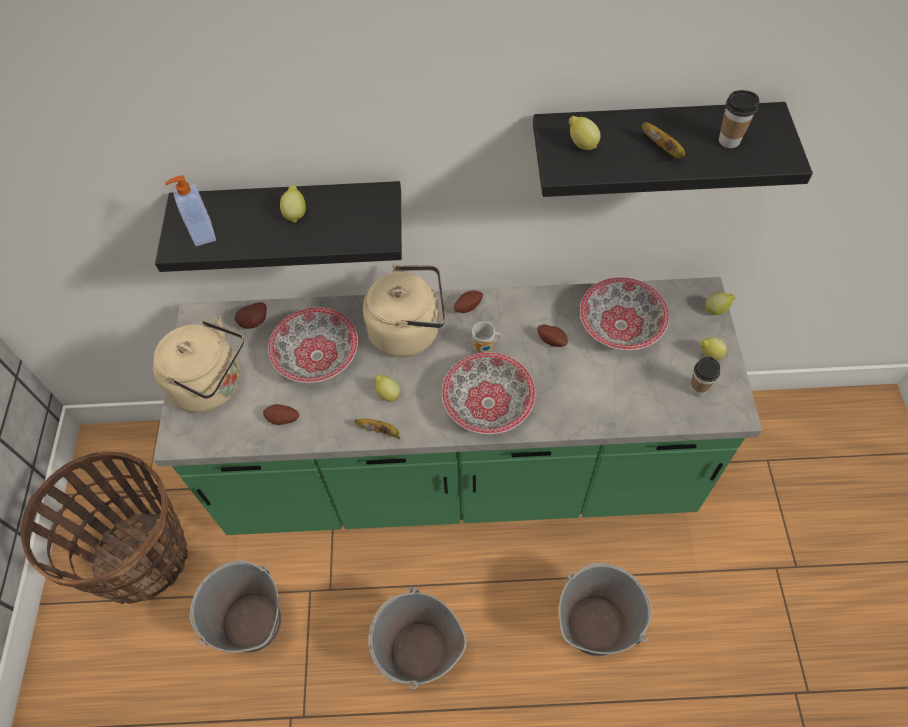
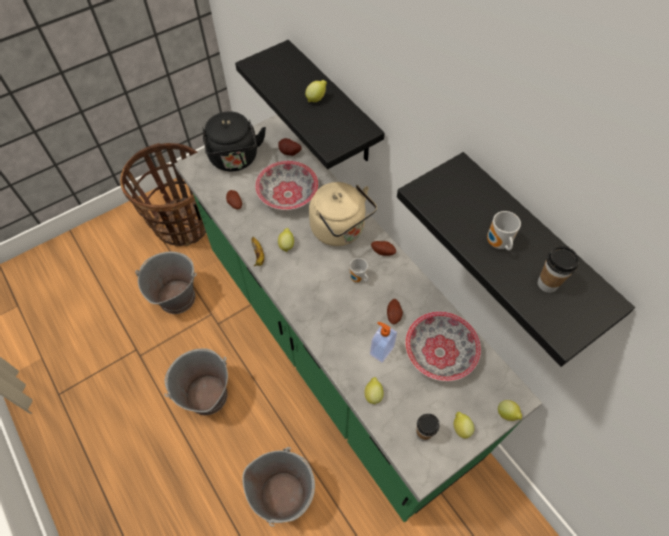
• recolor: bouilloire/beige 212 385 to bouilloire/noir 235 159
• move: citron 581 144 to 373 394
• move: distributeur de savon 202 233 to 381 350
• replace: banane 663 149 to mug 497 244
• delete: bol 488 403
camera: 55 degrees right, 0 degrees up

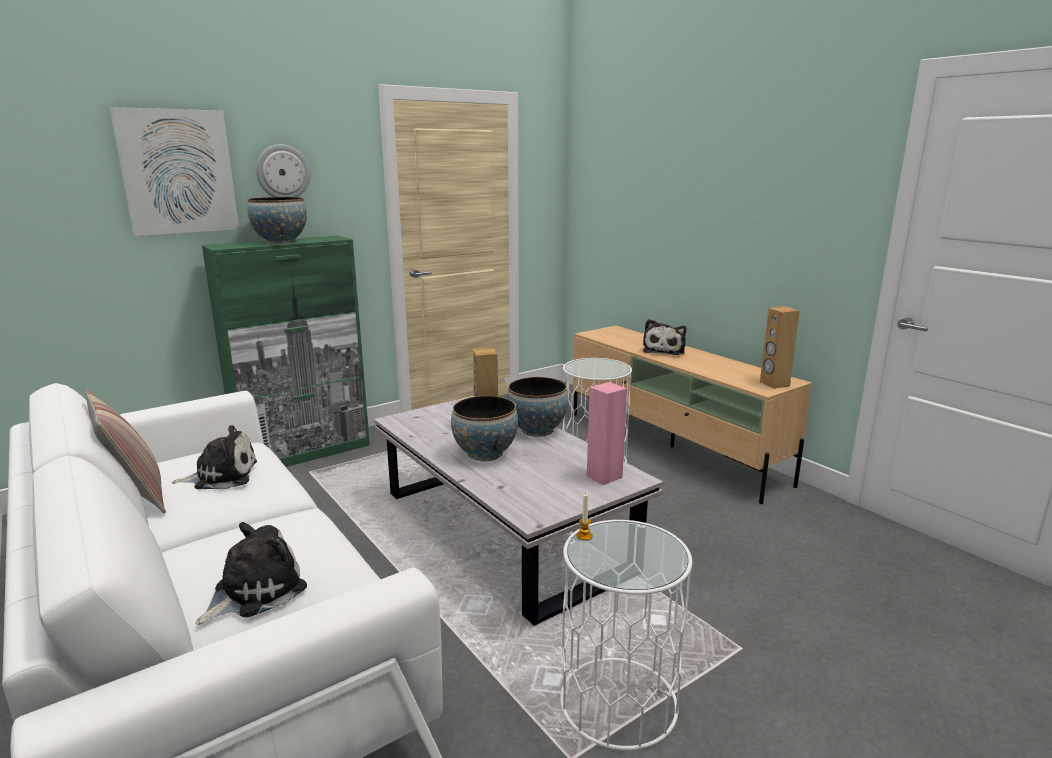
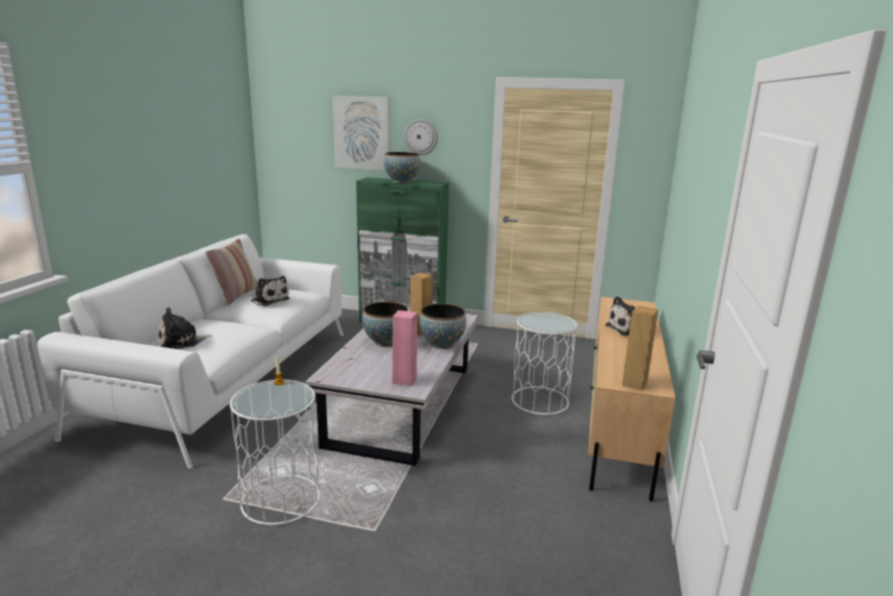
• rotate: peluche 254 591 = 182 341 150 degrees clockwise
camera: 50 degrees right, 0 degrees up

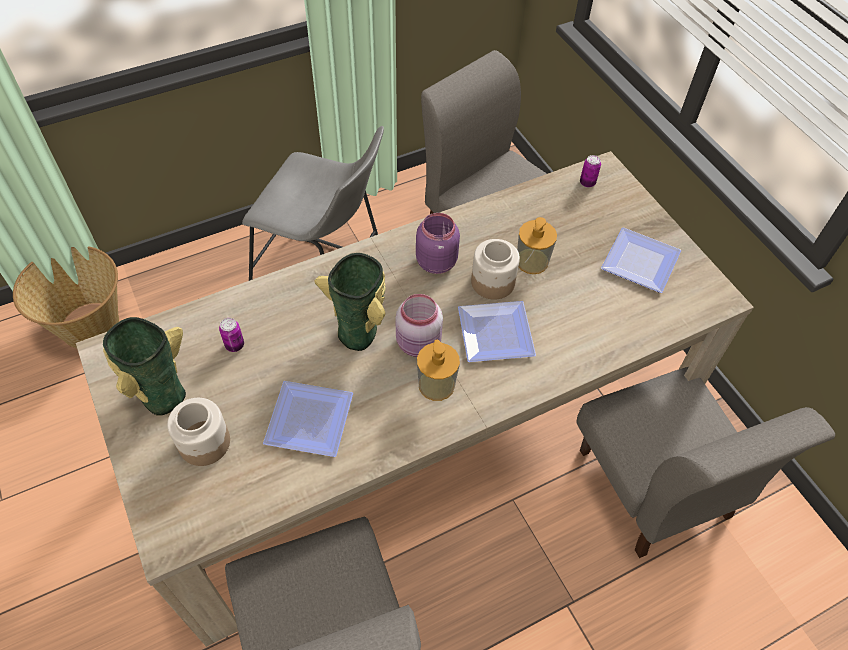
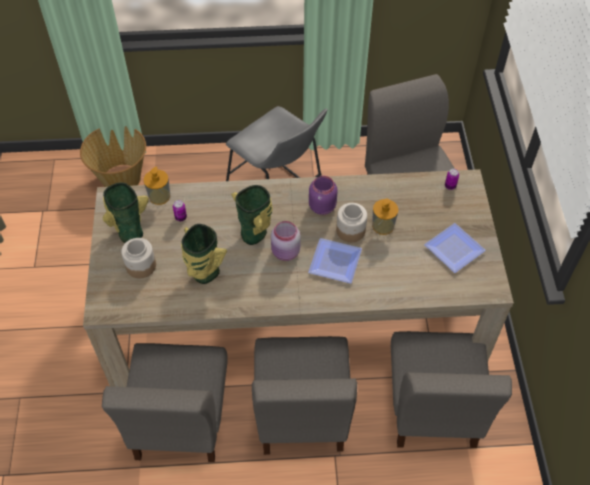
• move: distributeur de savon 436 385 to 159 196
• replace: assiette 312 418 to vase 204 273
• insert: chaise/gris 301 412
camera: 25 degrees right, 0 degrees up

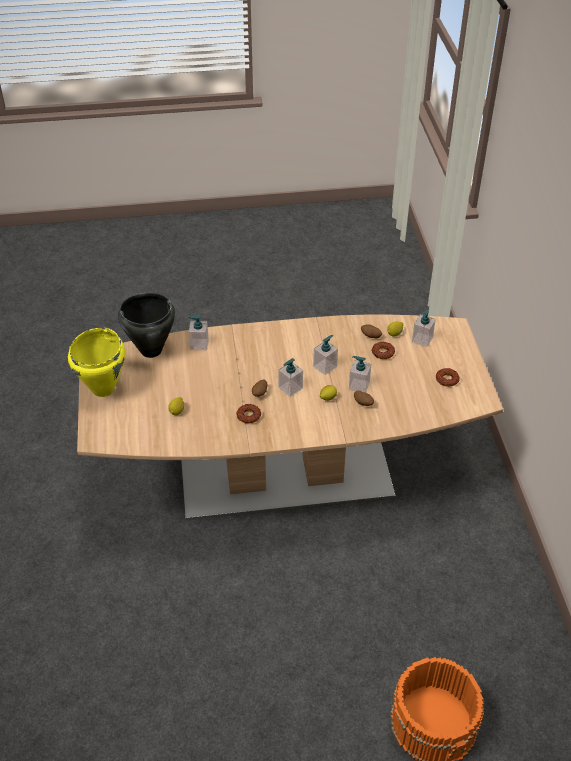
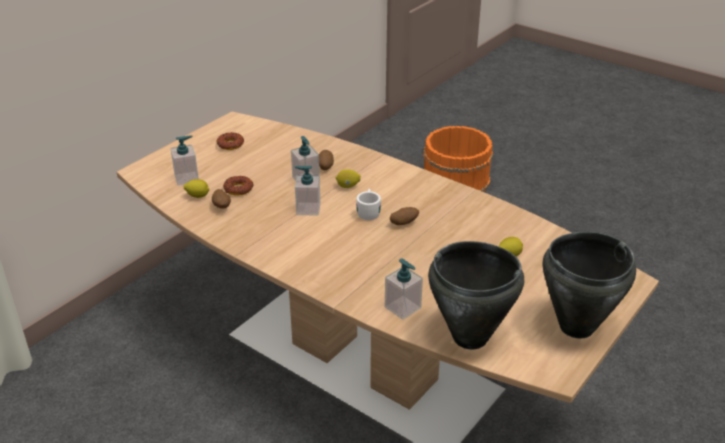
• replace: distributeur de savon 290 388 to mug/blanc 368 211
• recolor: marmite/jaune 104 389 to marmite/noir 575 326
• delete: beignet 248 416
camera: 135 degrees left, 10 degrees down

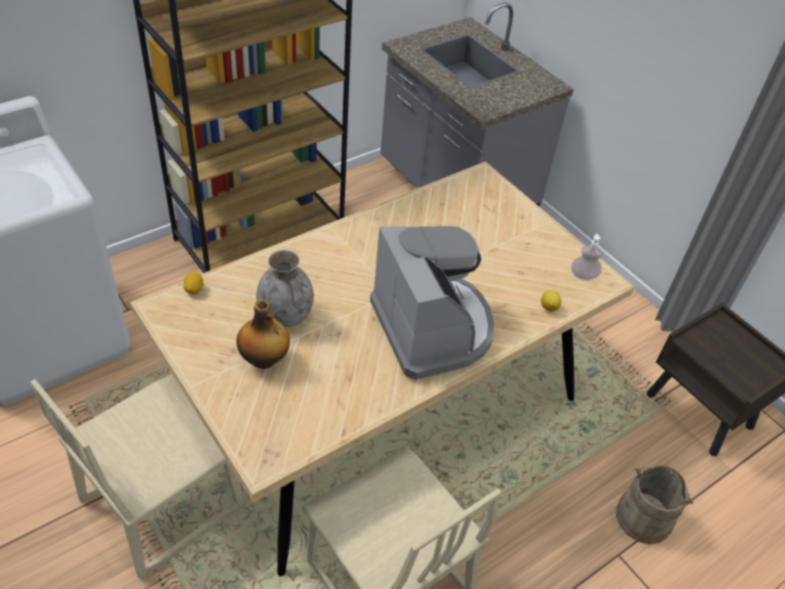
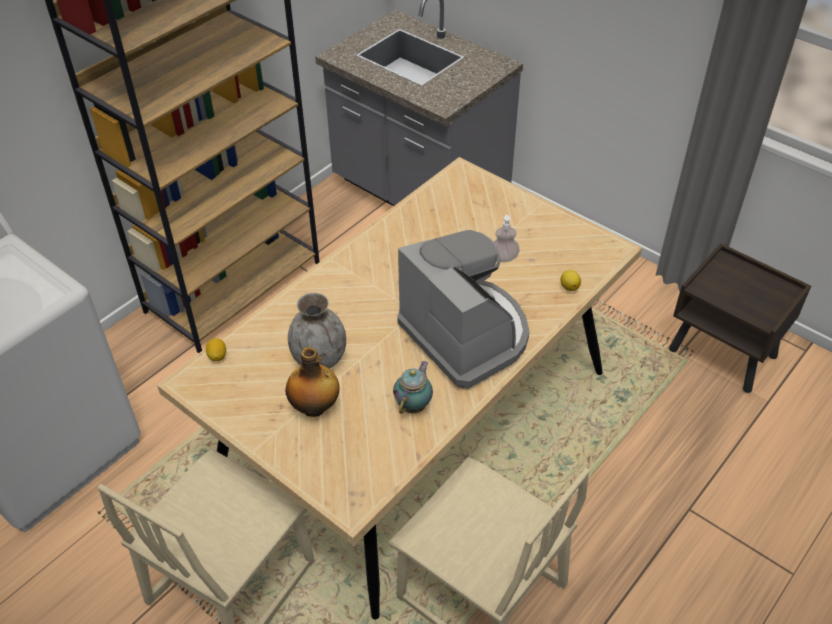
• insert: théière 414 405
• move: distributeur de savon 583 275 to 503 258
• delete: seau/beige 644 517
camera: 10 degrees left, 0 degrees up

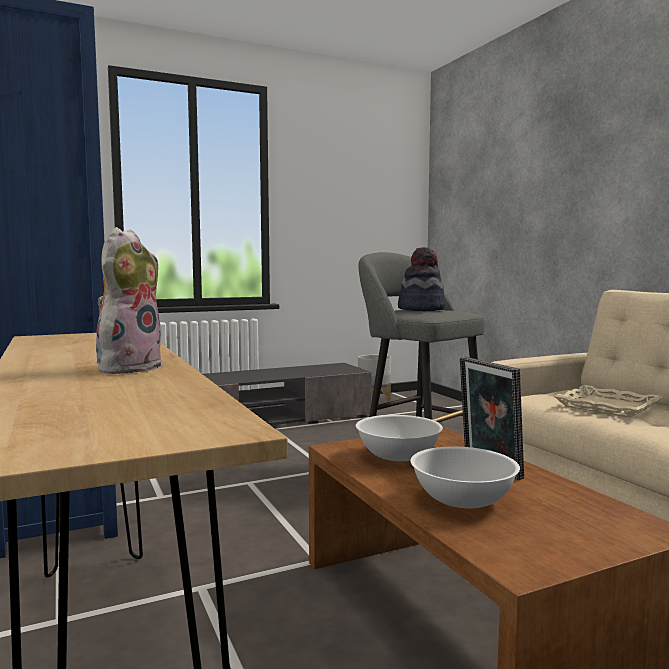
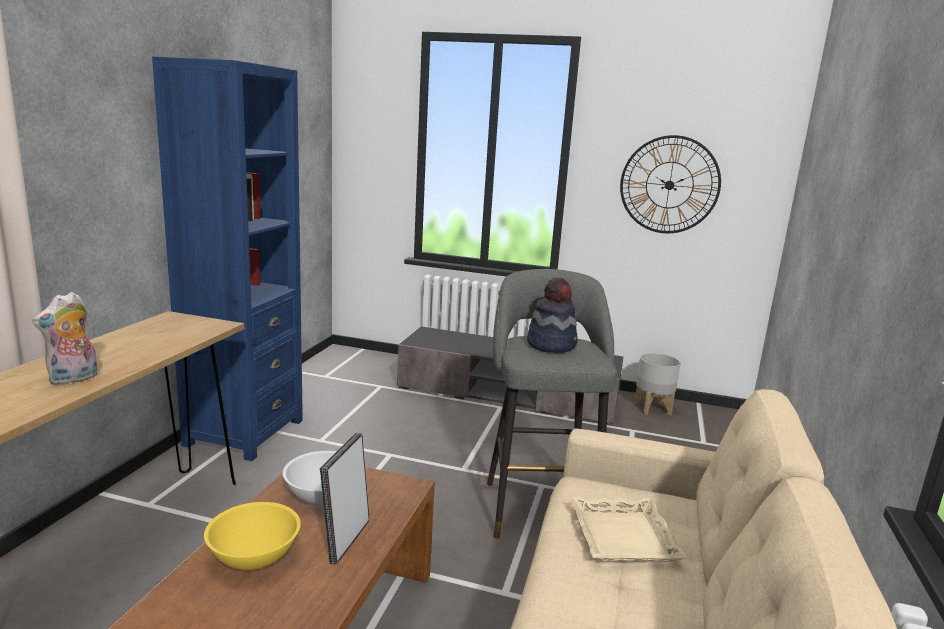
• rotate: peluche 129 367 = 73 379 150 degrees clockwise
• recolor: bol/blanc 462 500 to bol/jaune 254 555
• insert: horloge murale 669 185
camera: 40 degrees right, 10 degrees up

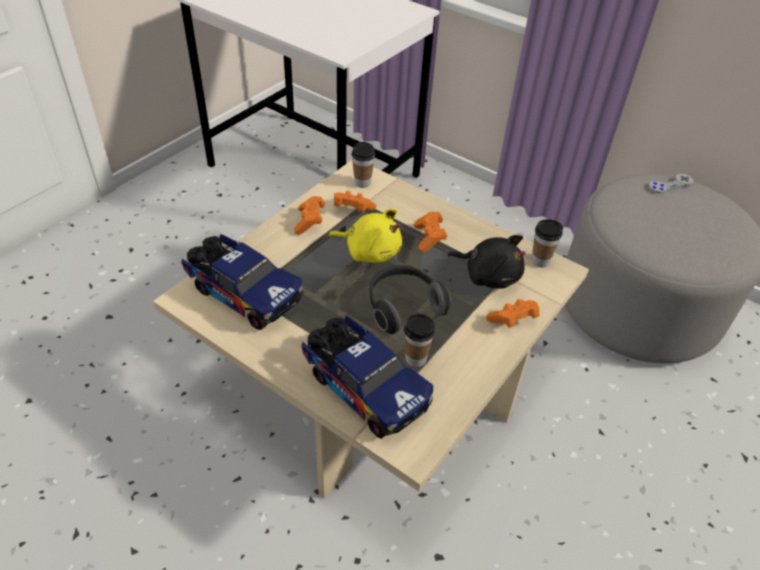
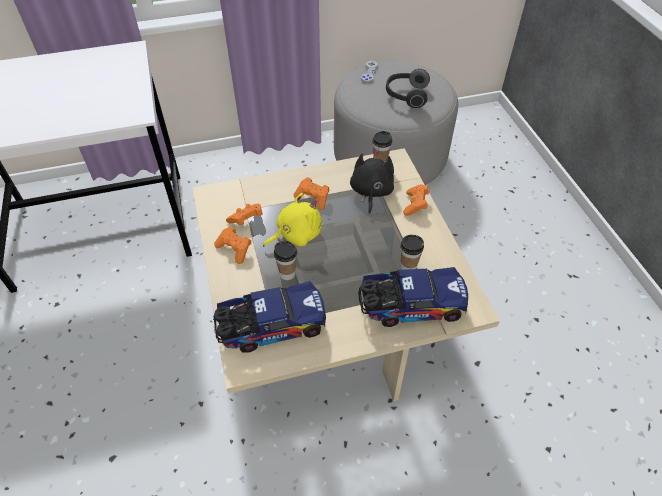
• move: tasse 362 183 to 287 274
• rotate: peluche/noir 489 275 = 371 192 60 degrees counterclockwise
• move: casque audio 403 307 to 406 96
camera: 50 degrees left, 5 degrees up

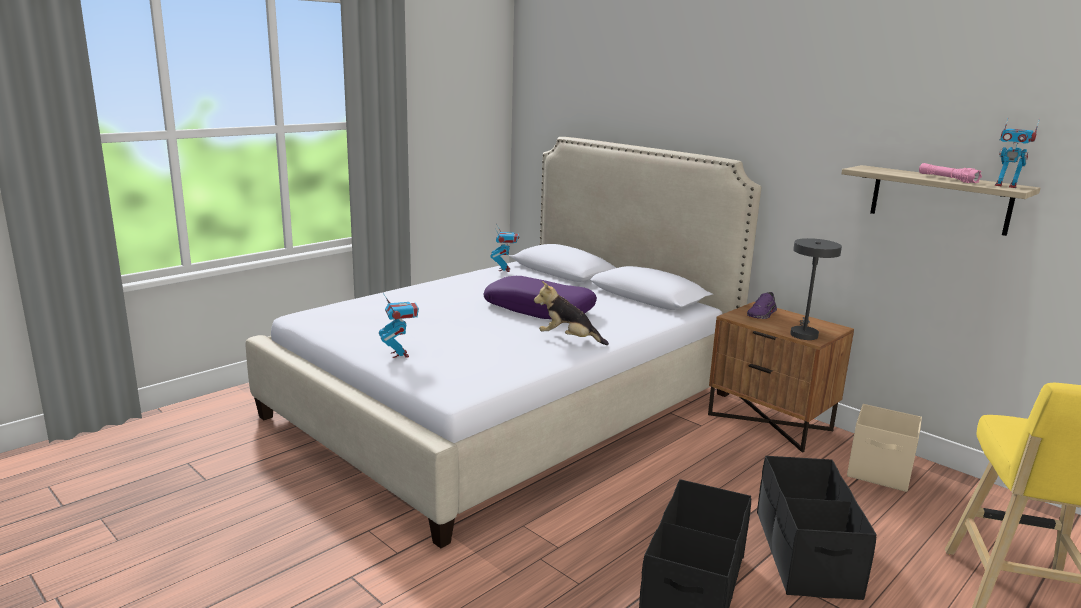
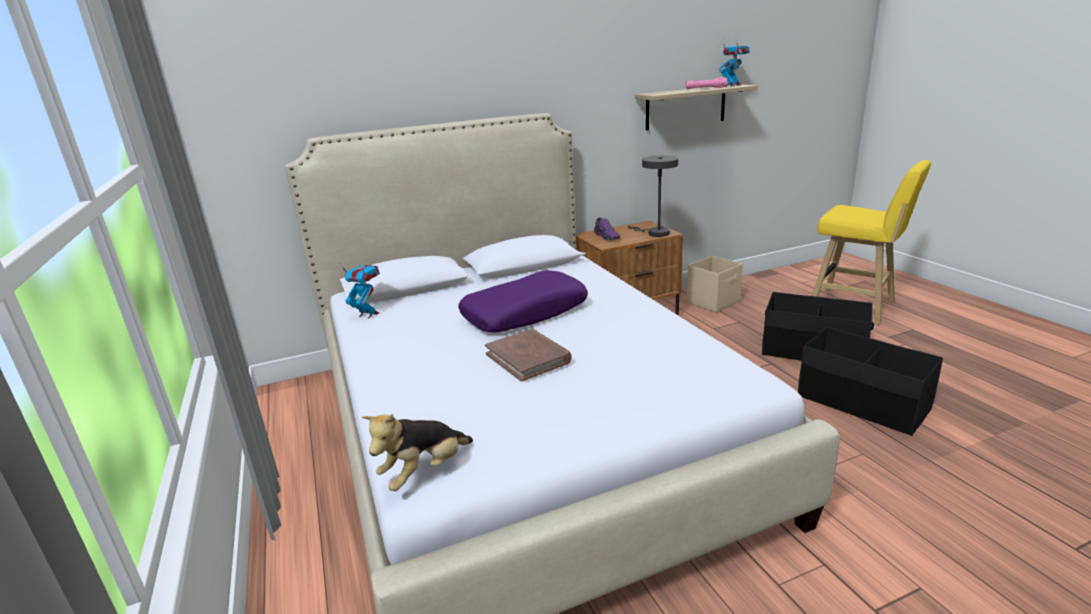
• move: peluche 568 339 to 424 472
• insert: livre/marron 528 358
• delete: robot jouet 400 354
camera: 65 degrees left, 5 degrees up

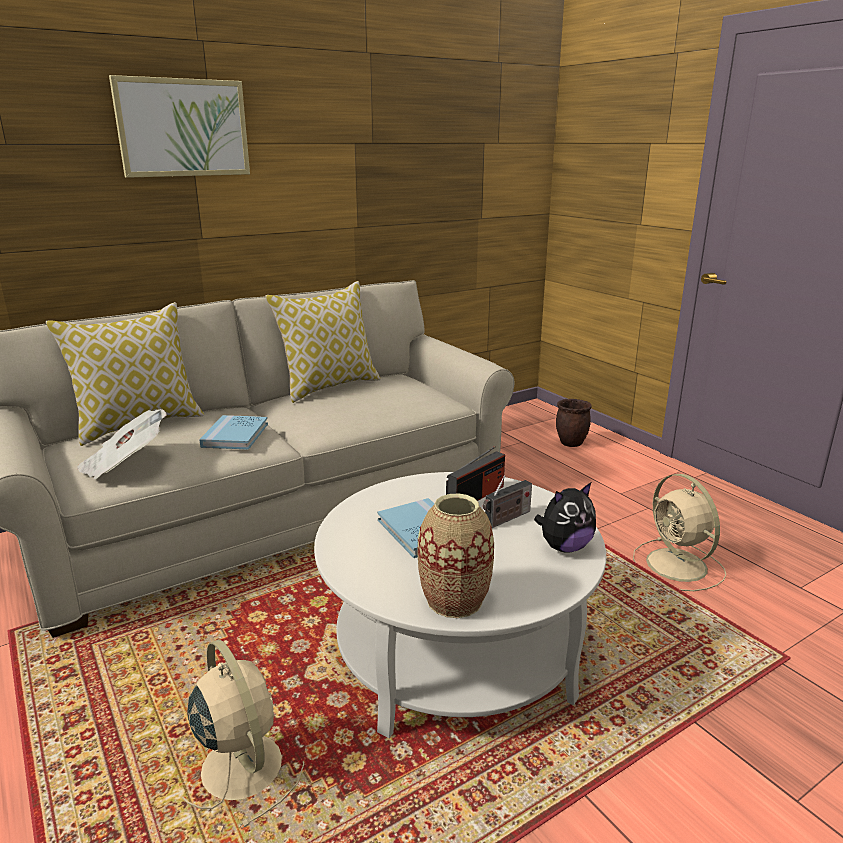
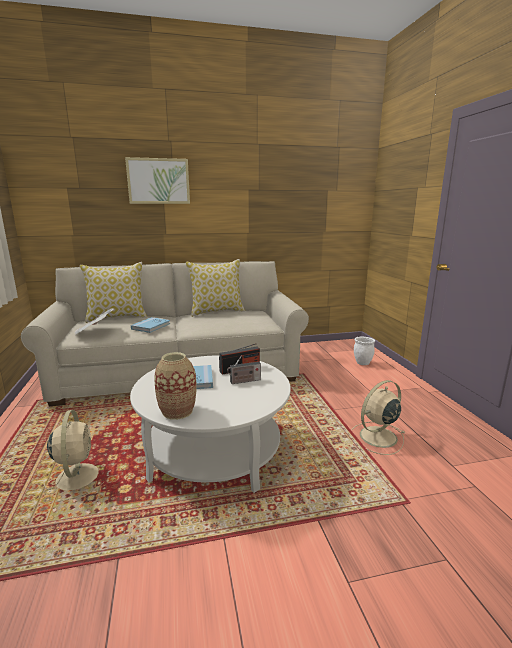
• rotate: ventilateur/beige 678 566 = 377 437 60 degrees clockwise
• recolor: cache-pot/marron 571 443 to cache-pot/blanc 363 363
• delete: peluche 564 547
camera: 20 degrees right, 5 degrees down

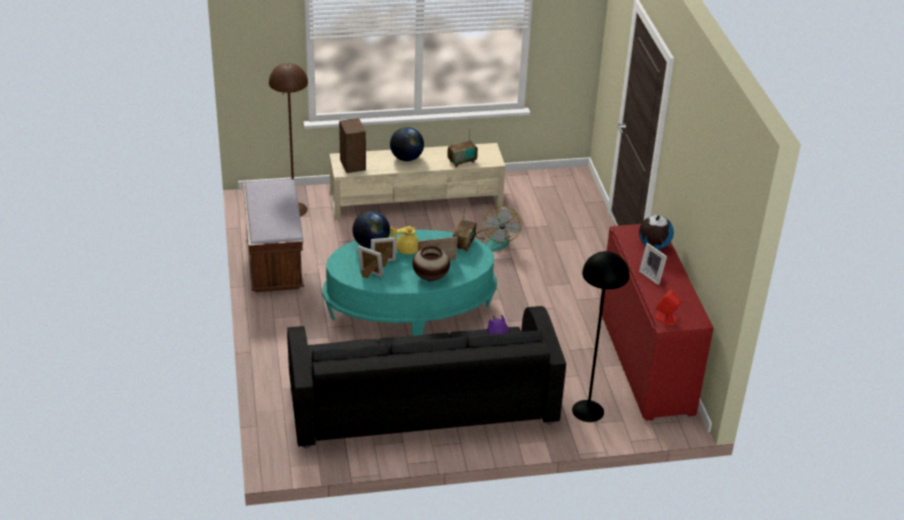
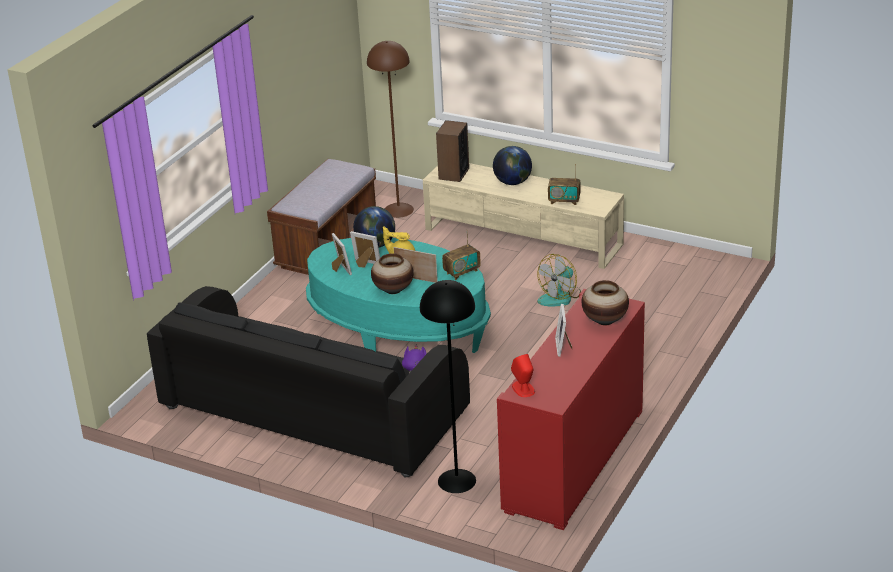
• replace: globe 653 246 to vase 604 320
camera: 40 degrees right, 5 degrees down

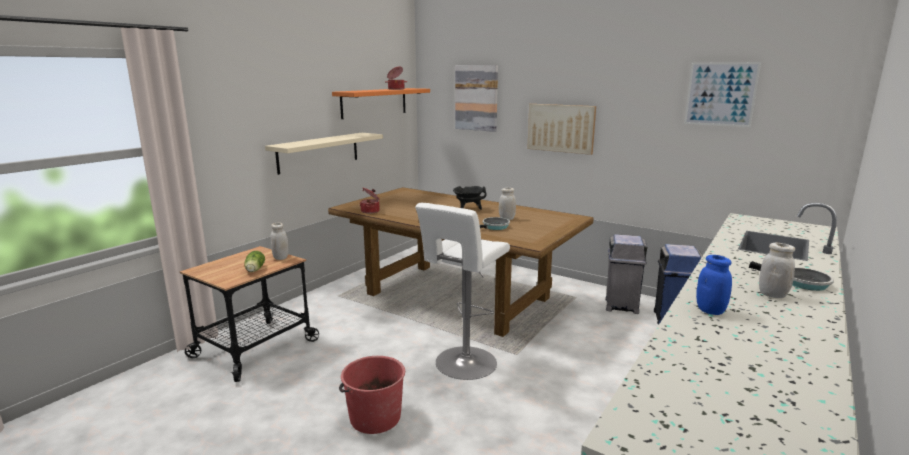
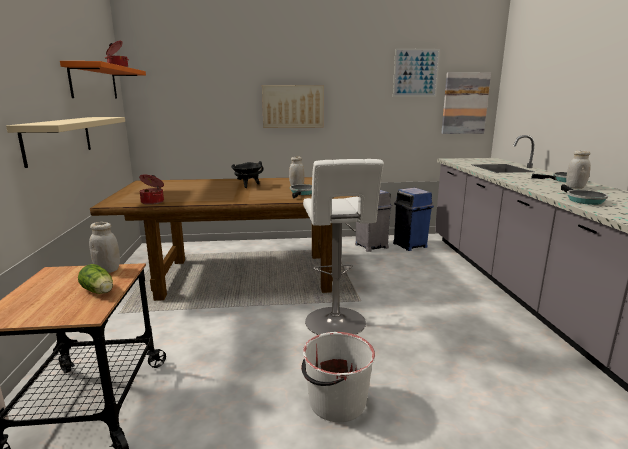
• recolor: seau/rouge 374 417 to seau/blanc 336 402
• move: tableau 476 98 to 464 103
• replace: bocal/bleu 710 310 to poêle 583 200
camera: 40 degrees left, 0 degrees up

